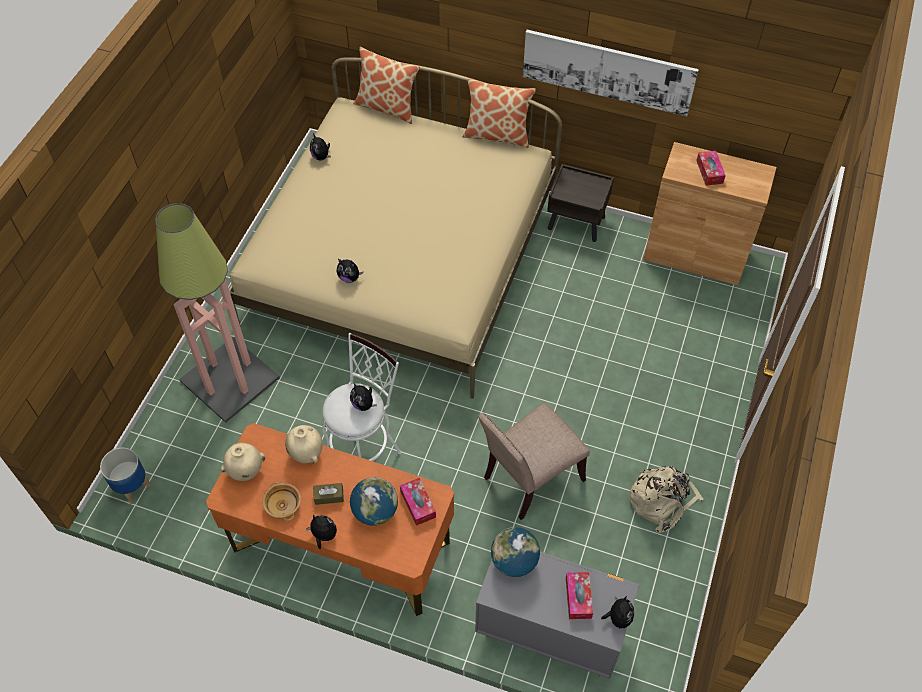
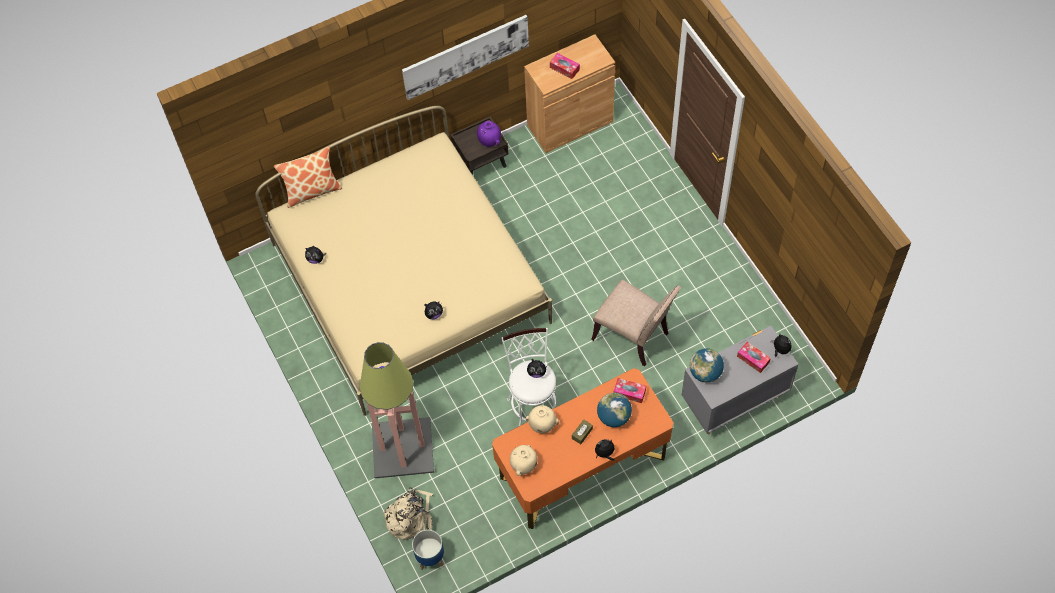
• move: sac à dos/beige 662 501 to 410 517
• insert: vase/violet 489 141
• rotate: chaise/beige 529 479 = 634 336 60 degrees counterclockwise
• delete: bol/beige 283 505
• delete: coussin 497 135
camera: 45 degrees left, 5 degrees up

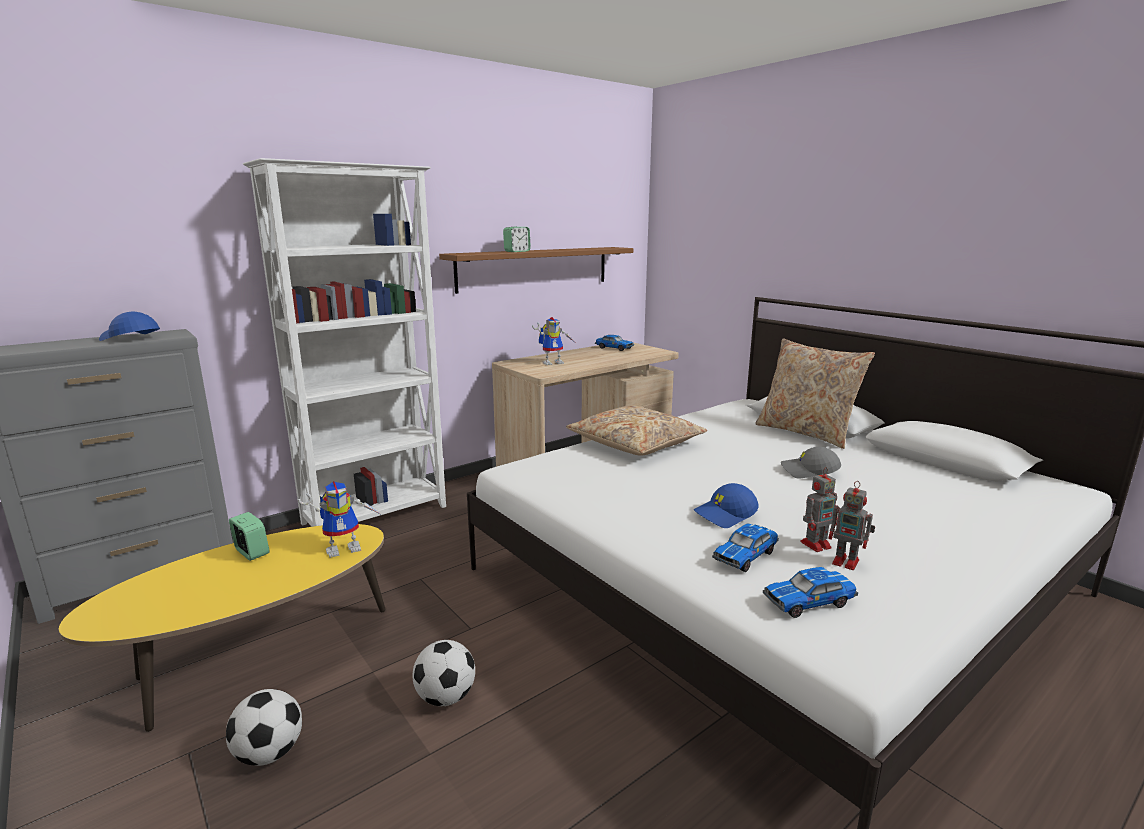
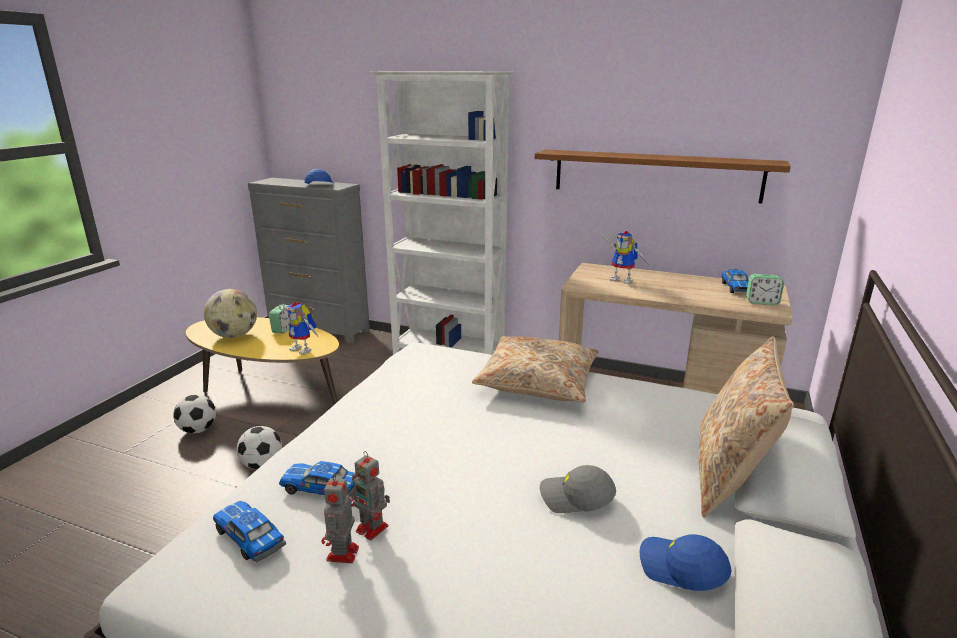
• insert: globe 234 336
• rotate: casquette/gris 809 472 = 576 498 60 degrees counterclockwise
• move: casquette/bleu 725 515 to 681 569
• move: réveil 517 251 to 762 302
camera: 60 degrees right, 5 degrees up

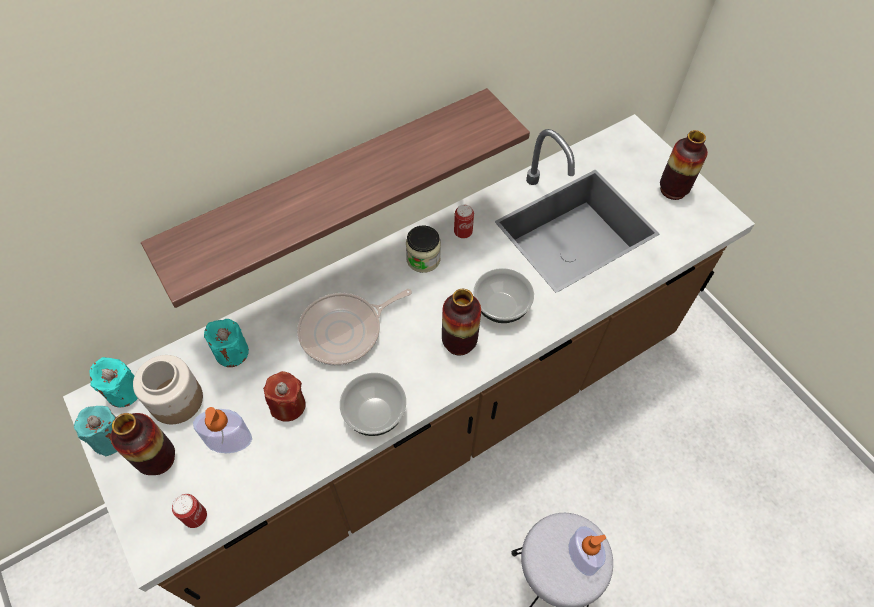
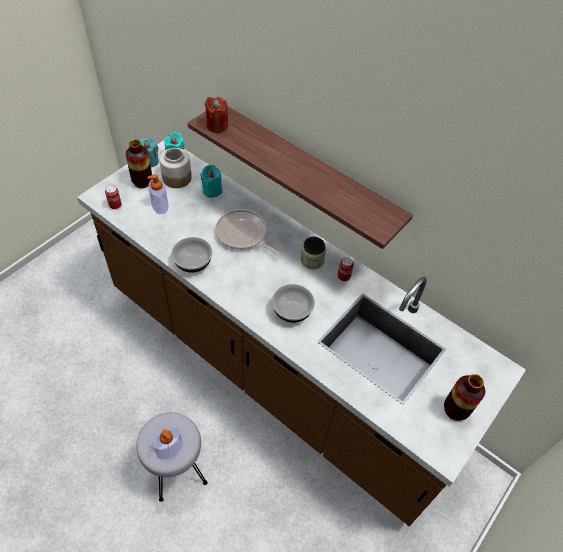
• move: bougie/rouge 288 405 to 217 125
• delete: vase 459 342
camera: 70 degrees right, 5 degrees down

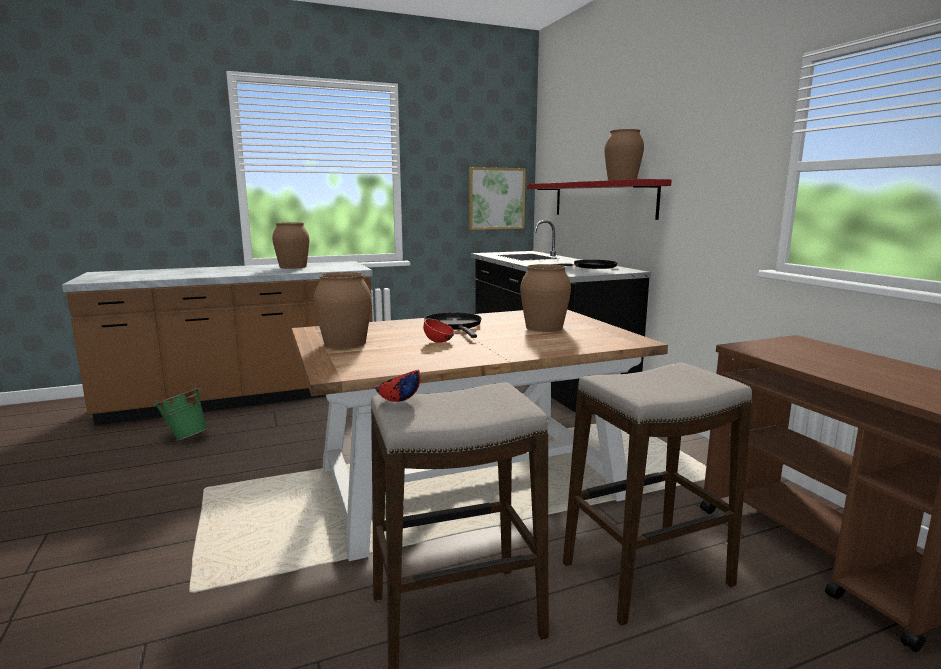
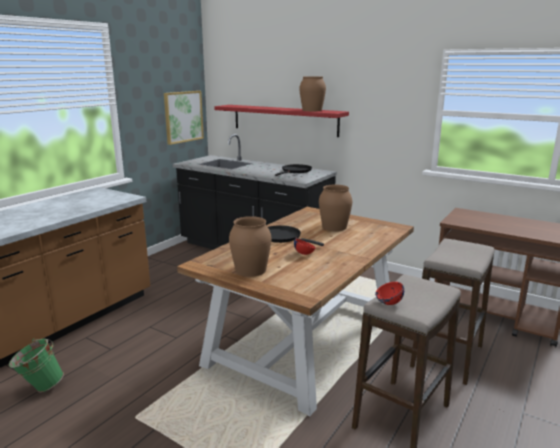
• delete: vase/marron 293 267
camera: 35 degrees left, 5 degrees up

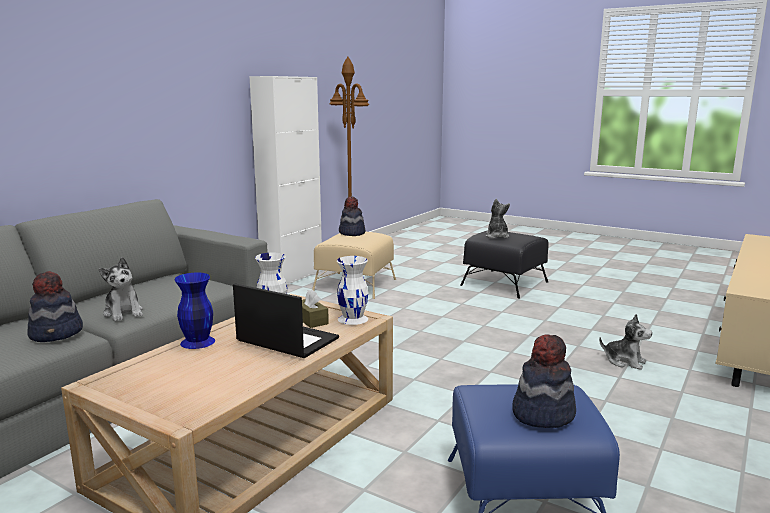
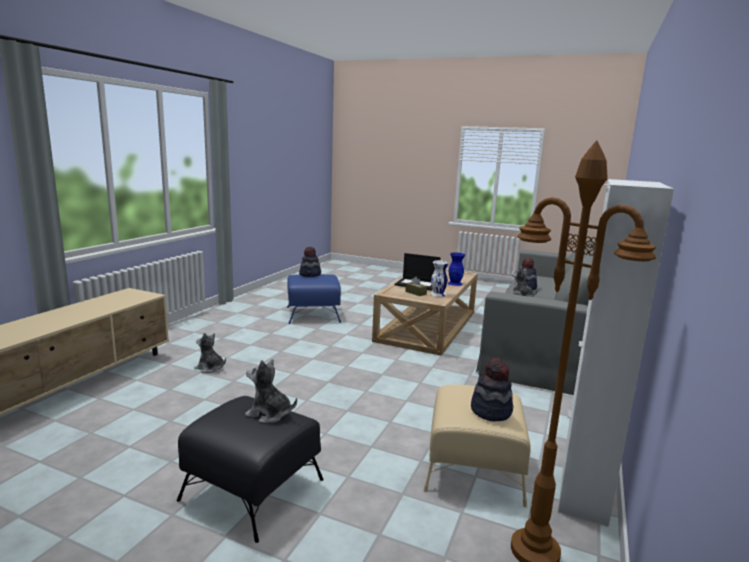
• rotate: peluche 497 236 = 269 414 120 degrees clockwise
• delete: vase/blanc 353 318
camera: 170 degrees right, 0 degrees up

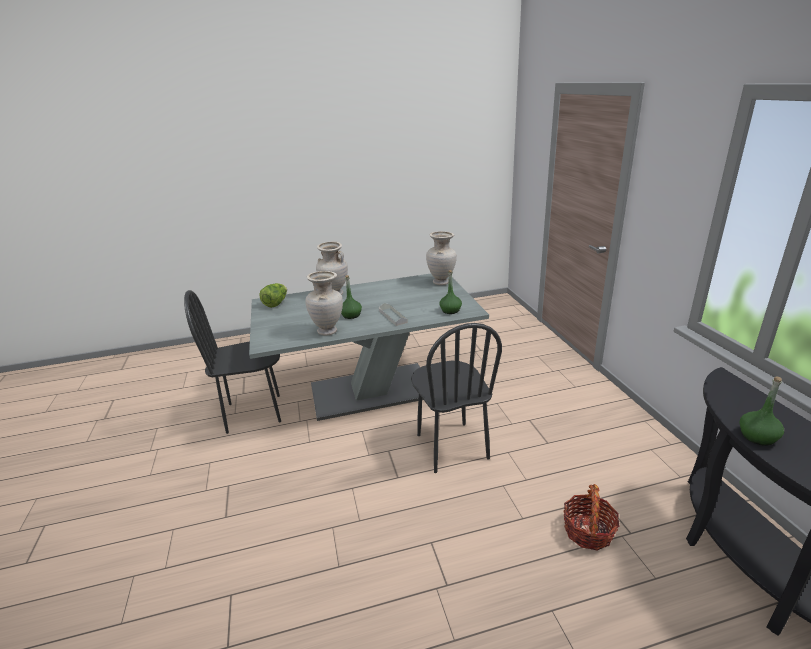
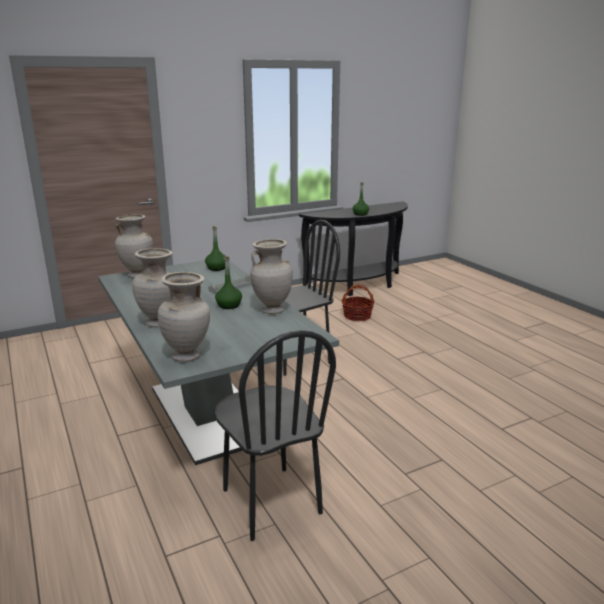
• replace: laitue 276 303 to vase/beige 187 356
camera: 105 degrees left, 5 degrees down

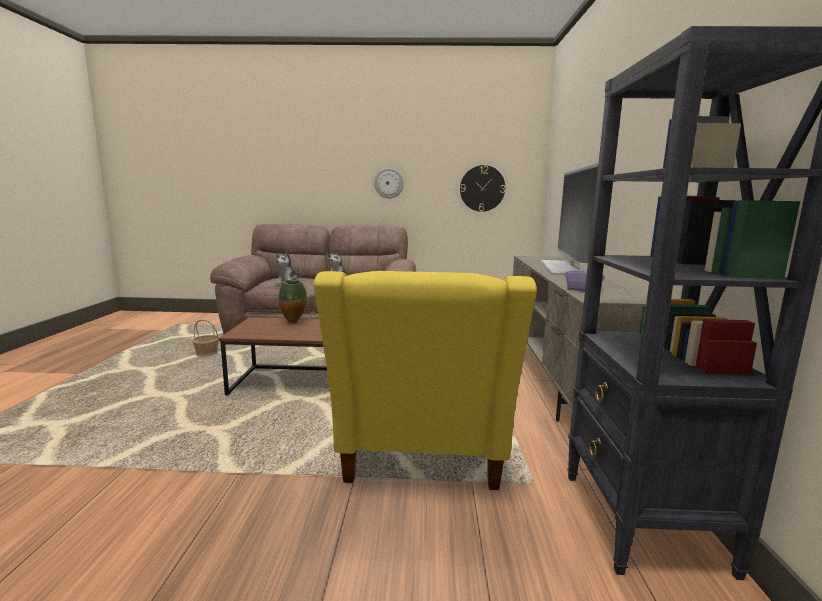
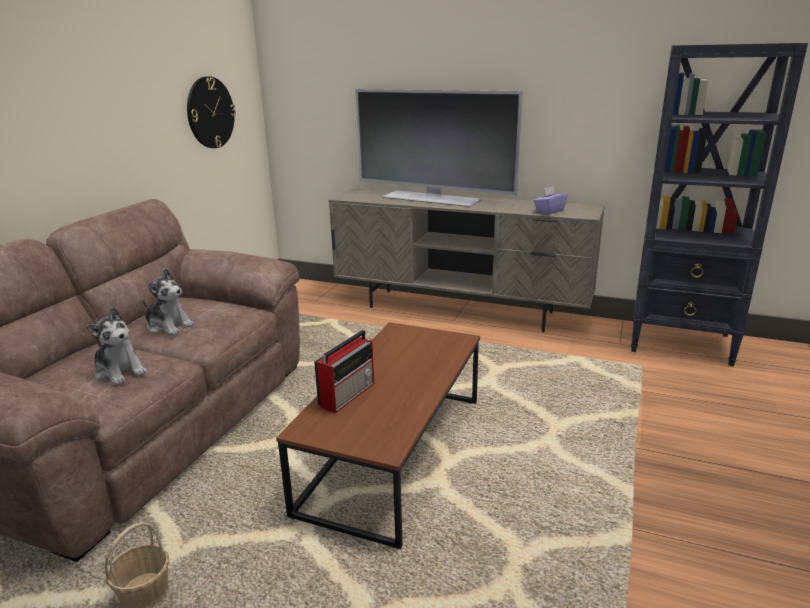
• replace: vase 294 322 to radio 348 394
• delete: fauteuil/jaune 421 459
• delete: horloge murale 389 183
camera: 70 degrees left, 10 degrees up

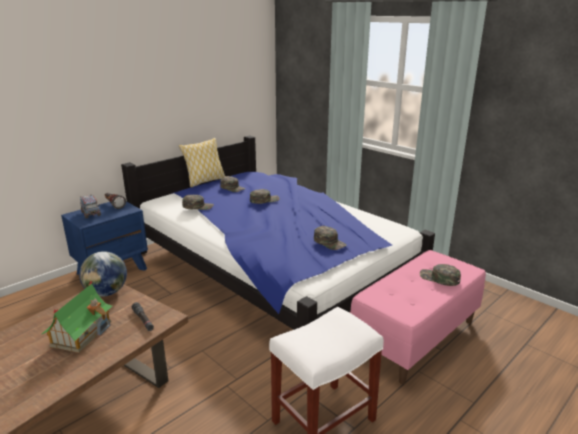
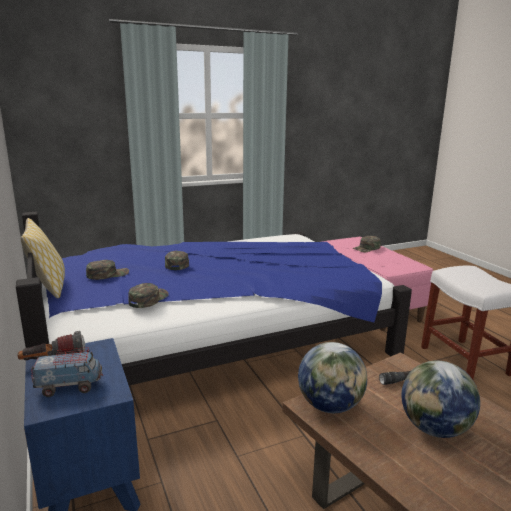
• replace: maison miniature 82 333 to globe 434 429
• delete: casquette/vert 329 242
camera: 70 degrees left, 5 degrees down

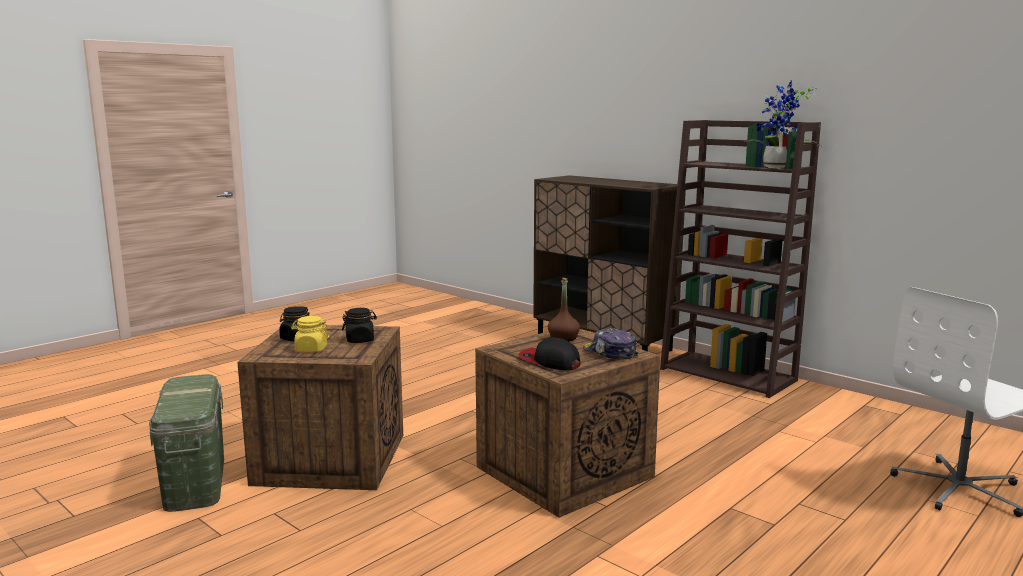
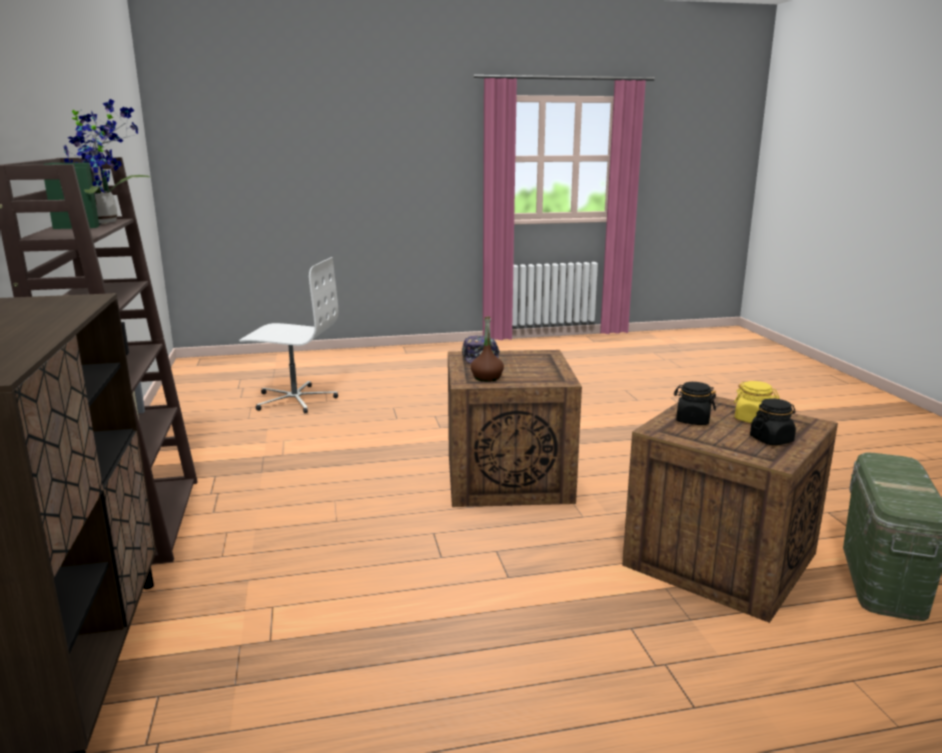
• delete: casquette 549 362
camera: 145 degrees left, 5 degrees up

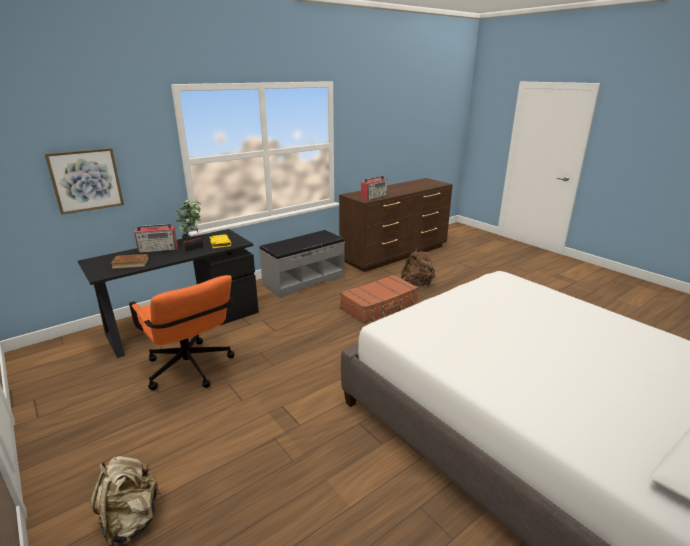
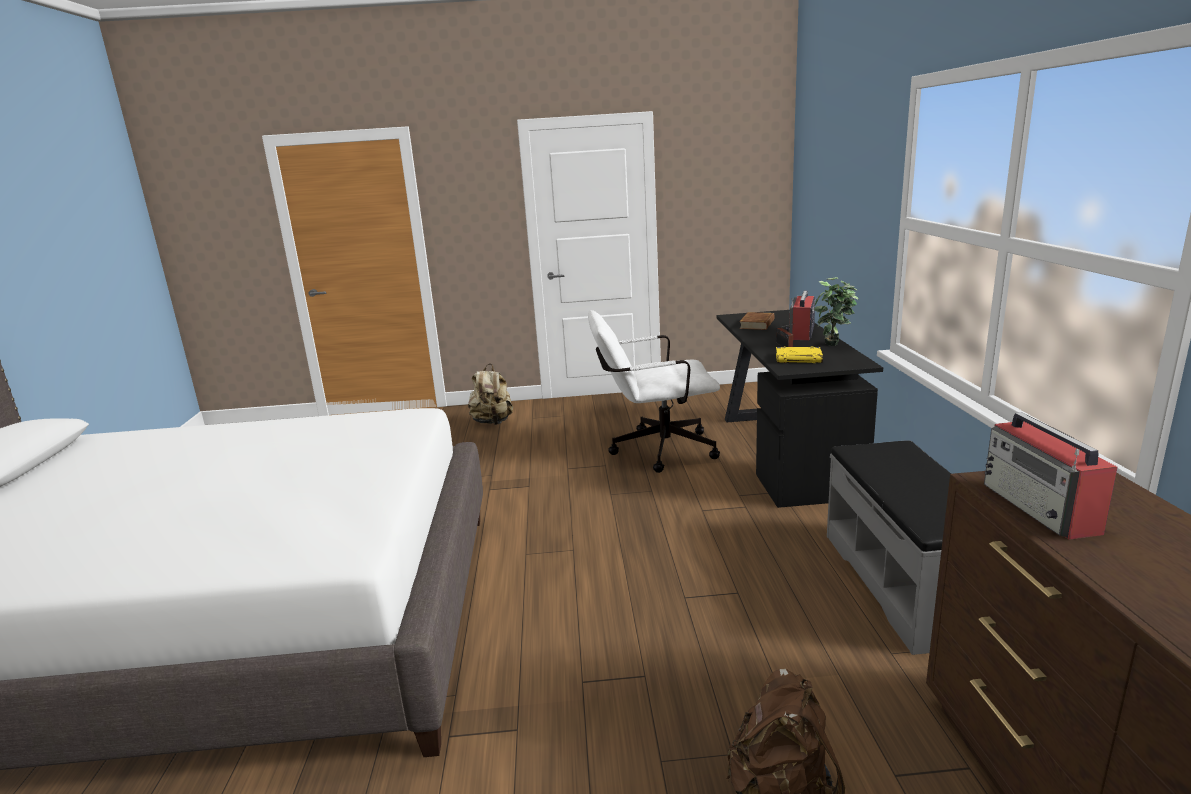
• recolor: chaise de bureau/orange 192 371 to chaise de bureau/blanc 654 450
• delete: tableau 86 180
• delete: valise/marron 379 306
camera: 125 degrees right, 5 degrees down

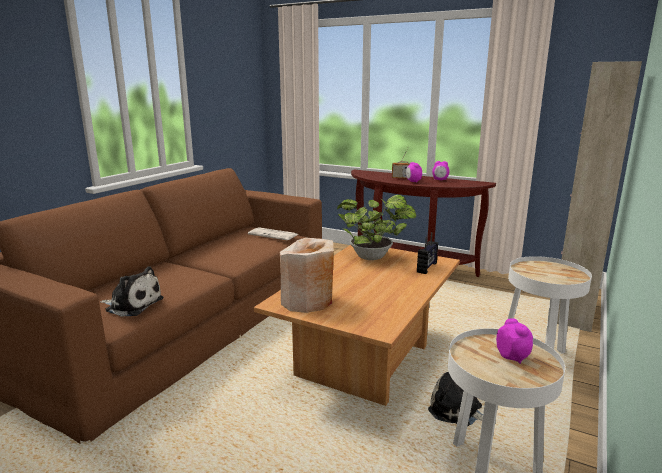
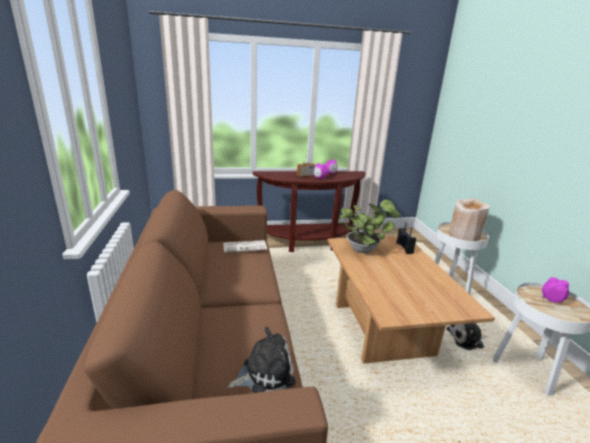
• move: vase/beige 307 300 to 464 234
• delete: meuble de rangement/beige 572 311
camera: 40 degrees left, 5 degrees up

